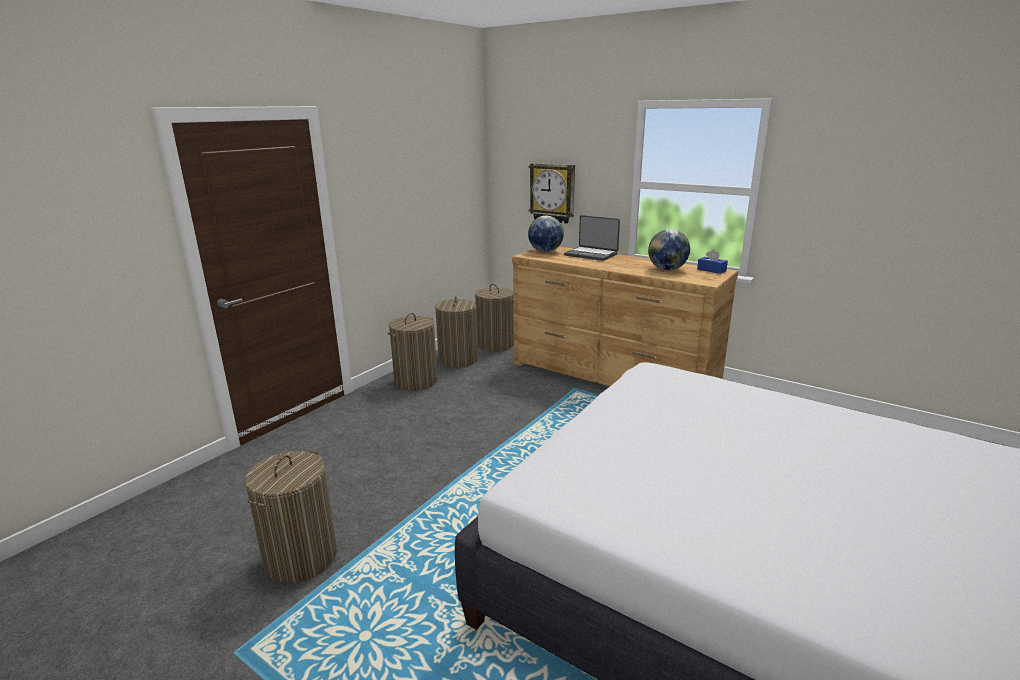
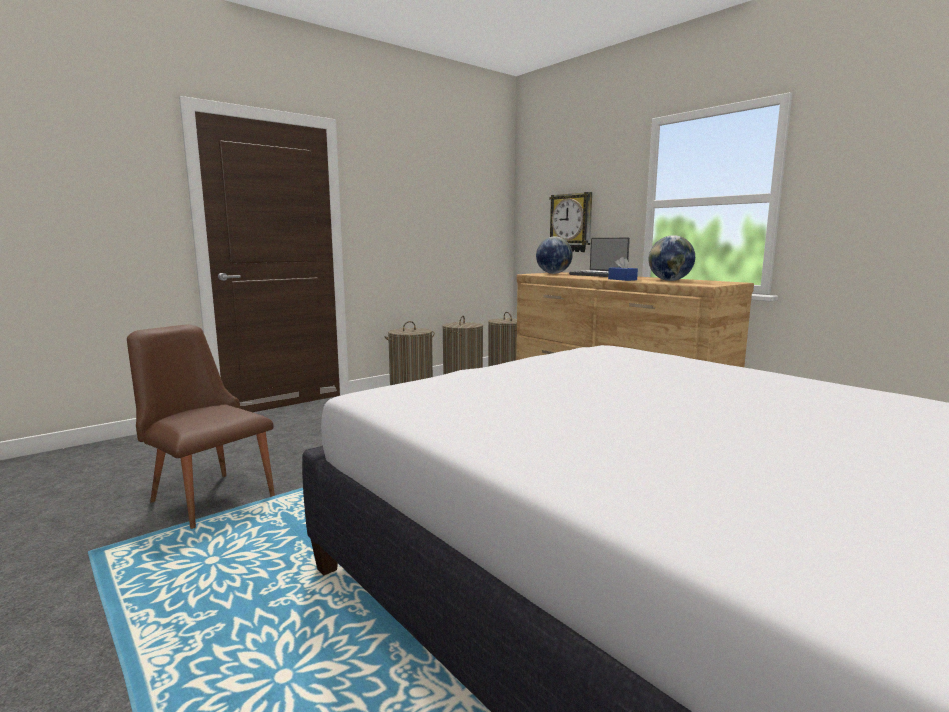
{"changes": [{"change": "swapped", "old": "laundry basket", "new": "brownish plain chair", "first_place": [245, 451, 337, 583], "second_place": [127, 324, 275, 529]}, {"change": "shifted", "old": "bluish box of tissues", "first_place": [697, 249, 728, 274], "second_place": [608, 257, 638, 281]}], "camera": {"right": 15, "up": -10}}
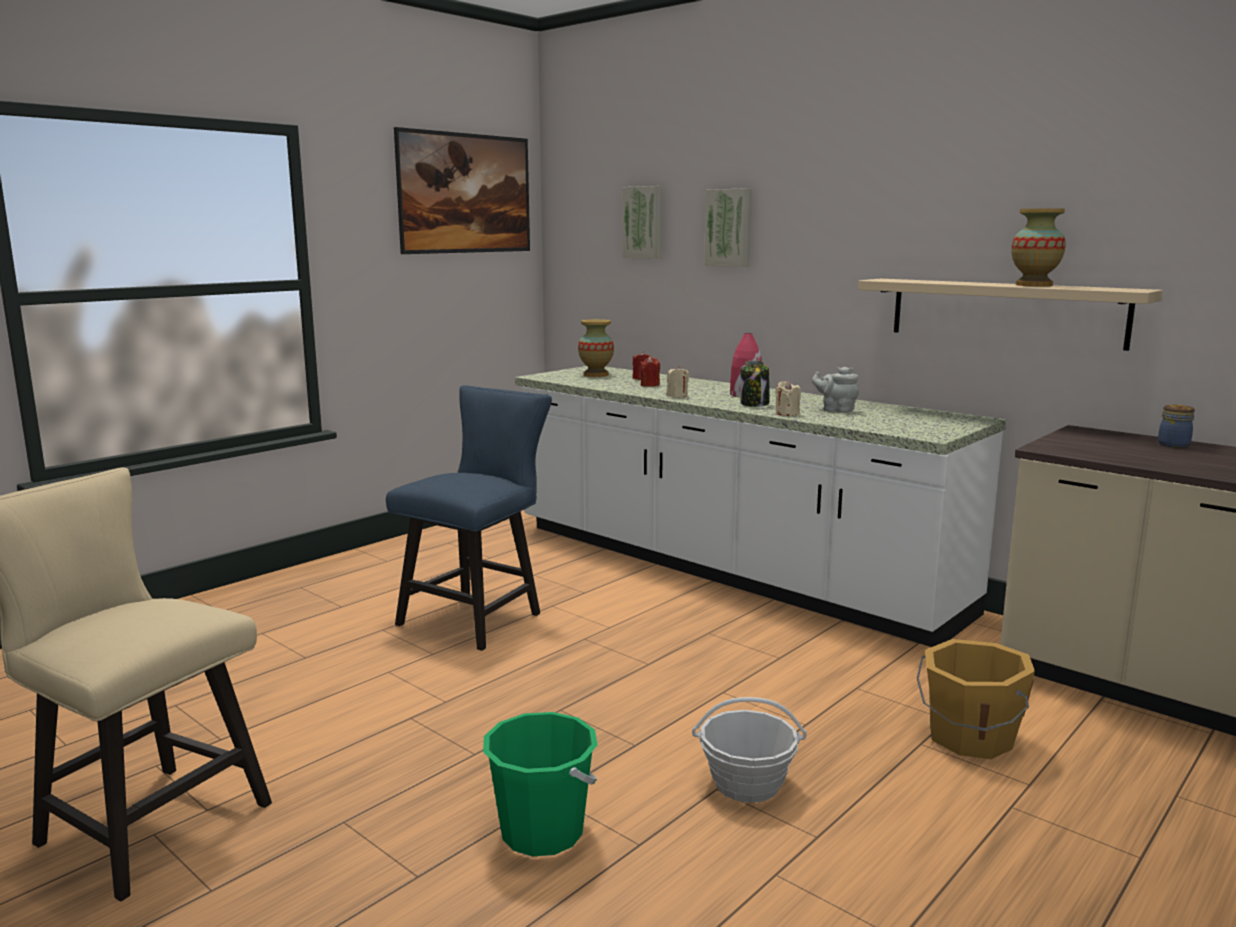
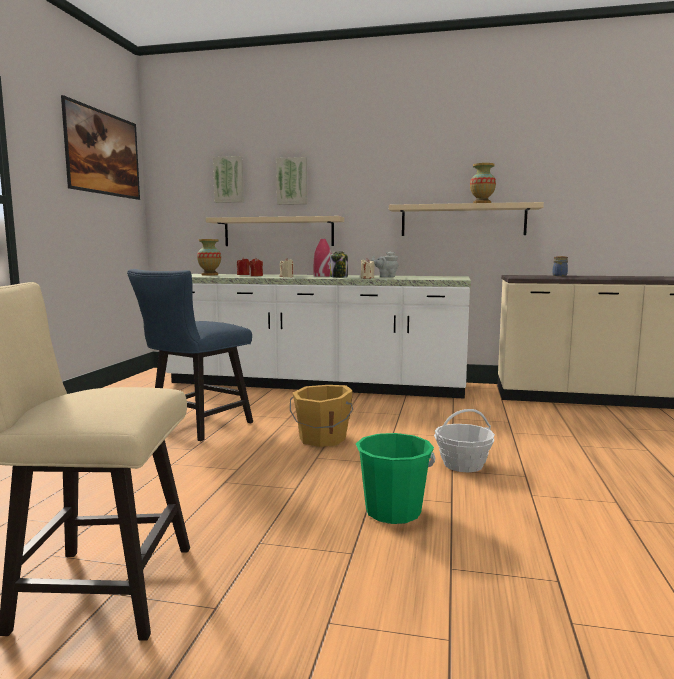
{"changes": [{"change": "rotated", "old": "bluish plain chair", "first_place": [386, 385, 552, 651], "second_place": [127, 269, 253, 441], "degrees": -150}, {"change": "new", "new": "beige-coloured wall shelf", "second_place": [206, 216, 344, 246]}, {"change": "shifted", "old": "orange bucket", "first_place": [917, 639, 1035, 759], "second_place": [290, 385, 353, 447]}], "camera": {"right": -30, "up": -5}}
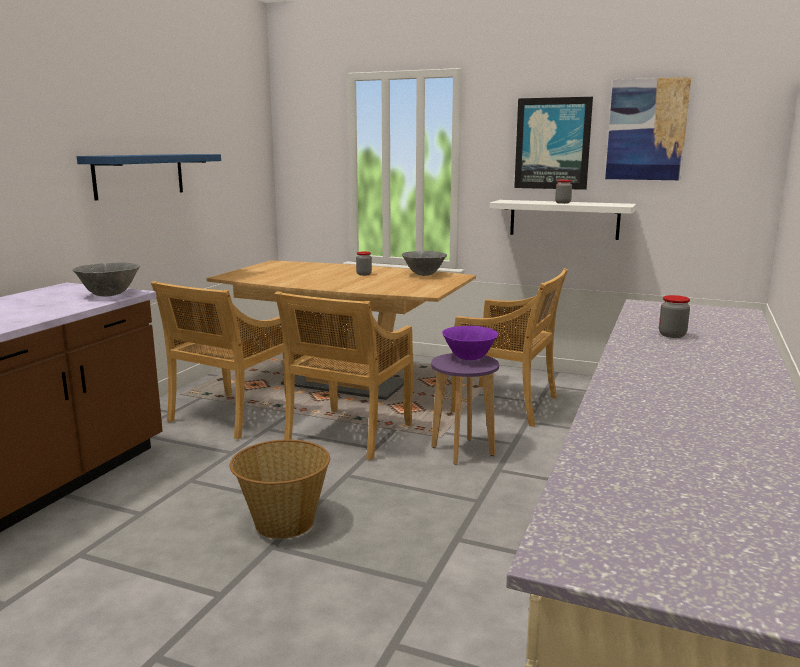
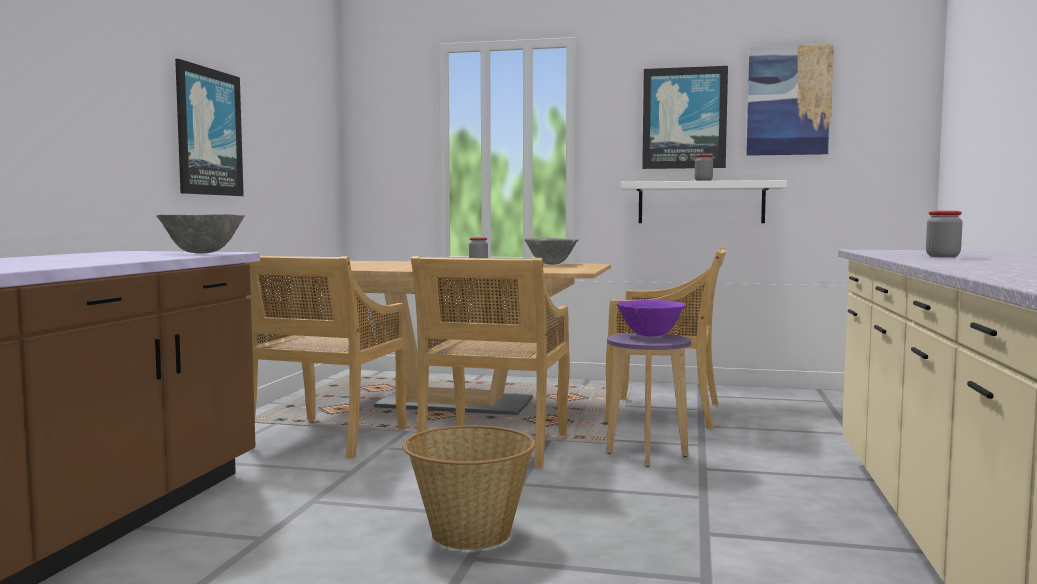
{"changes": [{"change": "swapped", "old": "bluish wall shelf", "new": "picture", "first_place": [77, 154, 221, 200], "second_place": [175, 59, 244, 196]}], "camera": {"right": -10, "up": -10}}
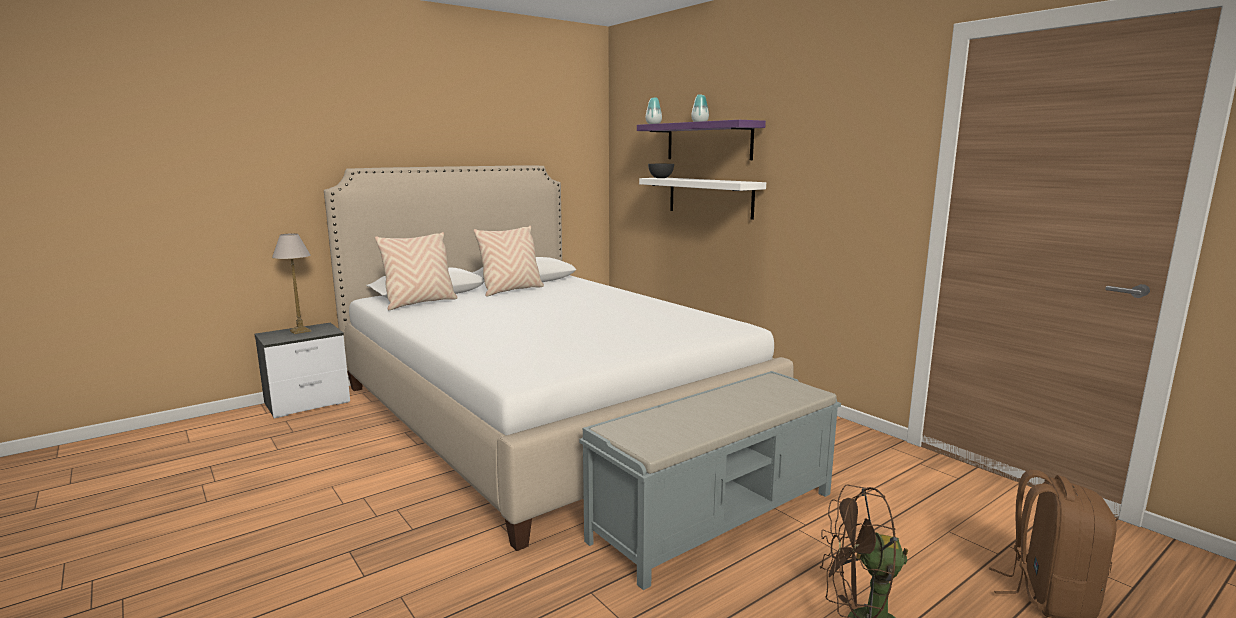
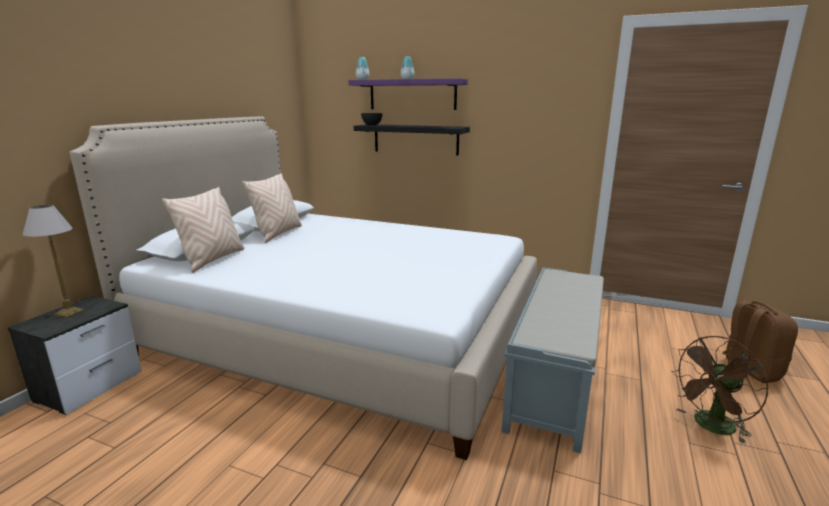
{"changes": [{"change": "repainted", "old": "white-coloured wall shelf", "new": "black wall shelf", "first_place": [639, 178, 766, 220], "second_place": [354, 124, 470, 156]}], "camera": {"right": -30, "up": 5}}
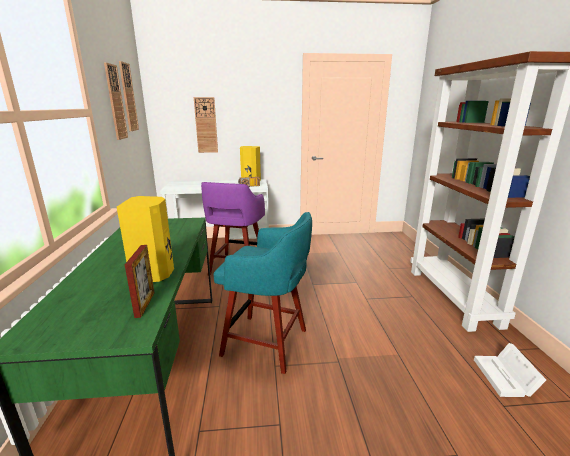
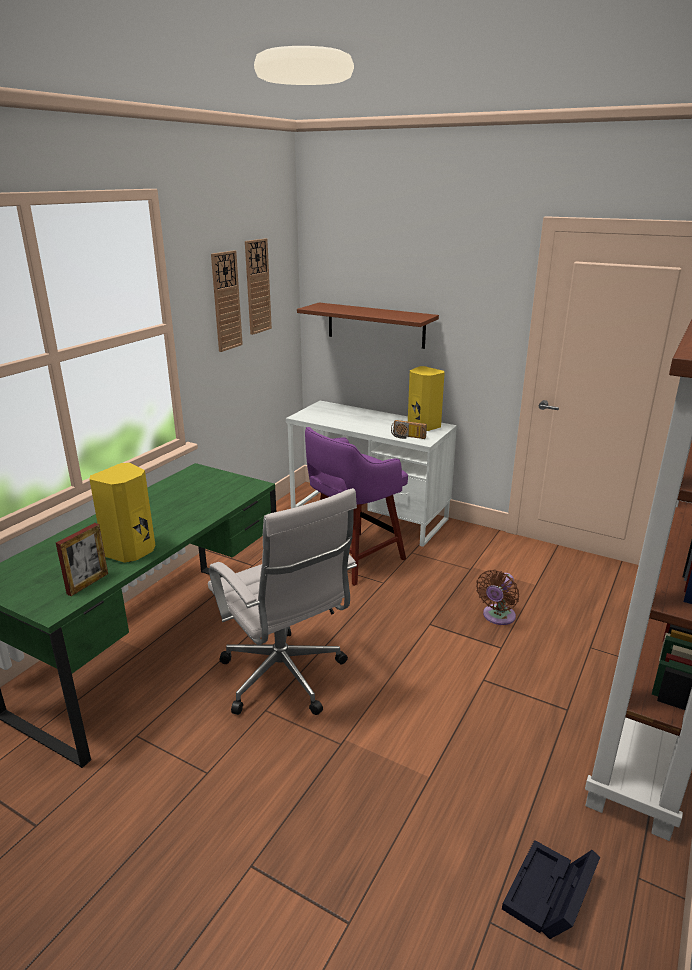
{"changes": [{"change": "swapped", "old": "blue-green sitting stool", "new": "white-coloured desk chair", "first_place": [213, 212, 312, 374], "second_place": [208, 488, 357, 715]}, {"change": "swapped", "old": "clock on the wall", "new": "brownish wall shelf", "first_place": [194, 97, 218, 153], "second_place": [297, 303, 439, 349]}, {"change": "new", "new": "brownish electric fan", "second_place": [476, 570, 519, 625]}, {"change": "repainted", "old": "white-coloured storage container", "new": "black storage container", "first_place": [474, 343, 546, 397], "second_place": [502, 840, 600, 939]}], "camera": {"right": 35, "up": 5}}
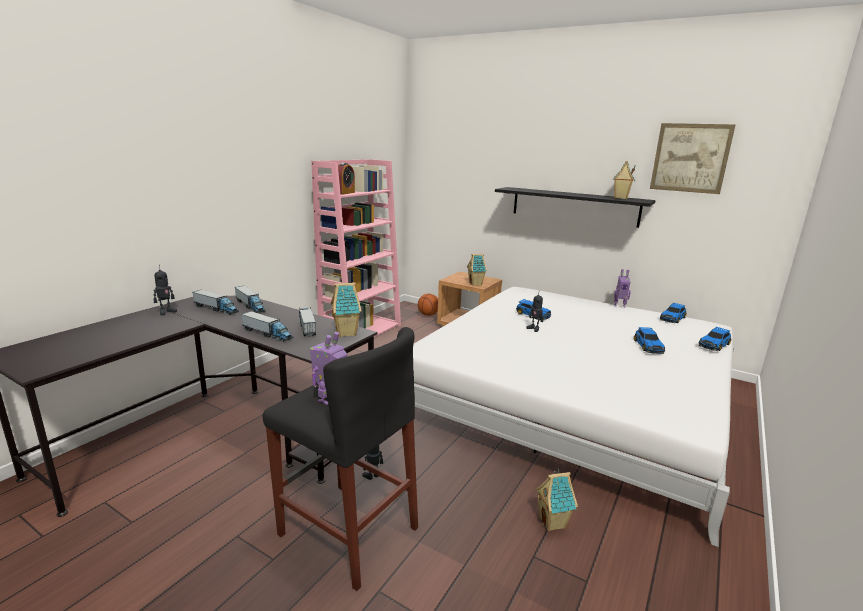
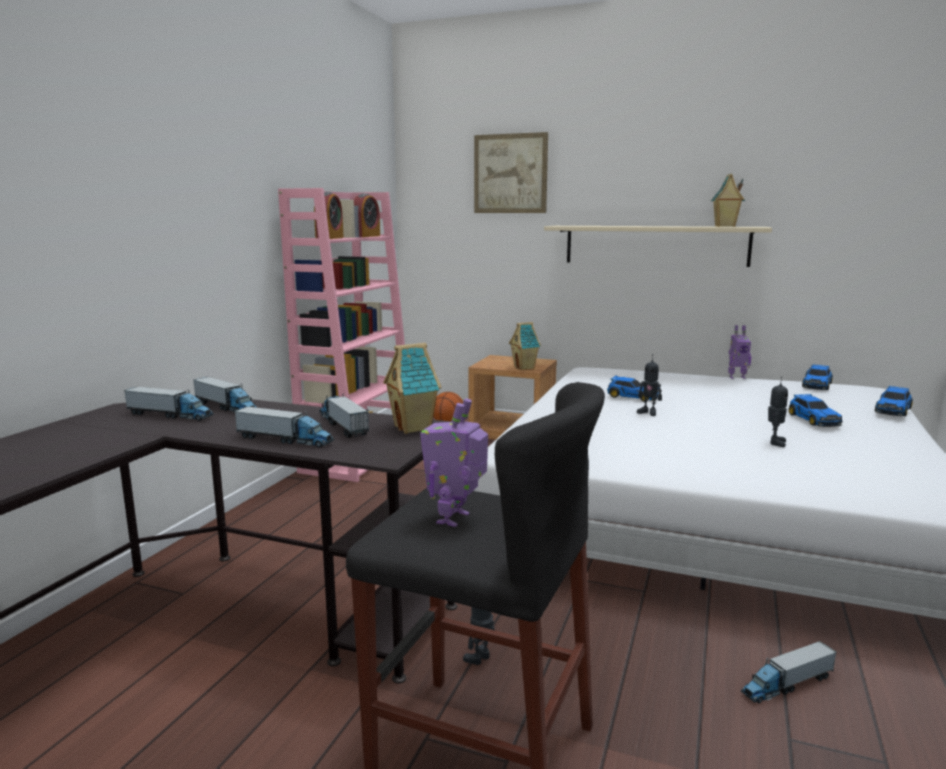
{"changes": [{"change": "new", "new": "alarm clock", "second_place": [354, 193, 380, 237]}, {"change": "shifted", "old": "picture", "first_place": [650, 123, 736, 194], "second_place": [474, 132, 548, 213]}, {"change": "repainted", "old": "black wall shelf", "new": "beige-coloured wall shelf", "first_place": [495, 187, 656, 228], "second_place": [544, 226, 772, 267]}, {"change": "swapped", "old": "miniature house", "new": "toy truck", "first_place": [535, 468, 578, 531], "second_place": [741, 641, 836, 703]}, {"change": "shifted", "old": "model robot", "first_place": [153, 266, 177, 315], "second_place": [768, 377, 788, 447]}], "camera": {"right": -10, "up": -5}}
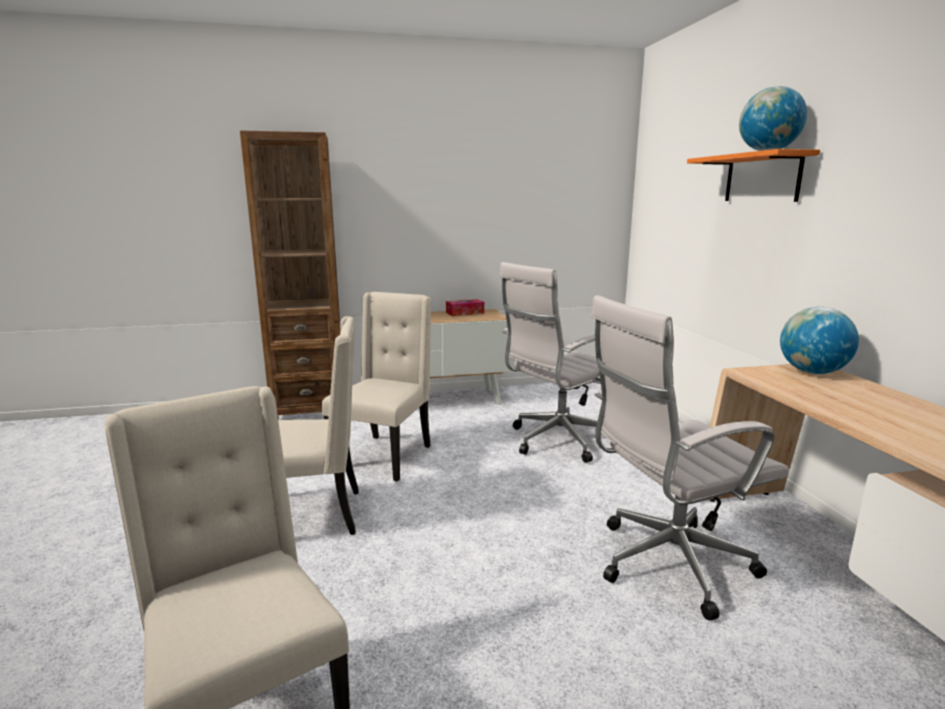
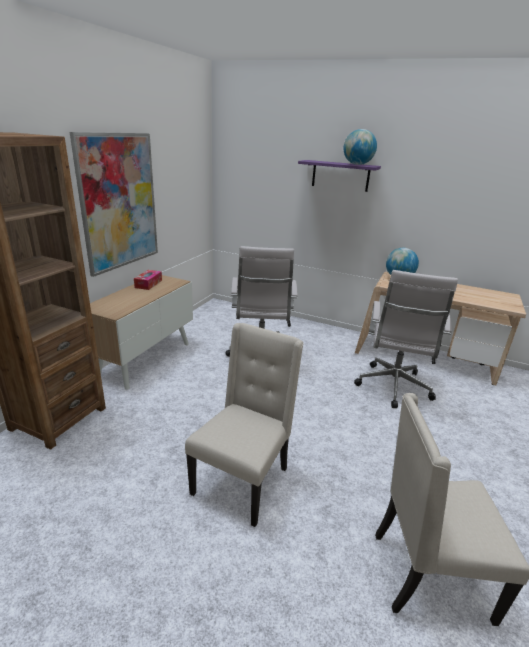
{"changes": [{"change": "new", "new": "picture", "second_place": [70, 132, 158, 277]}, {"change": "repainted", "old": "orange wall shelf", "new": "purple wall shelf", "first_place": [687, 149, 820, 202], "second_place": [298, 160, 381, 192]}, {"change": "gone", "old": "beige-coloured plain chair", "first_place": [322, 292, 431, 482]}], "camera": {"right": -55, "up": 10}}
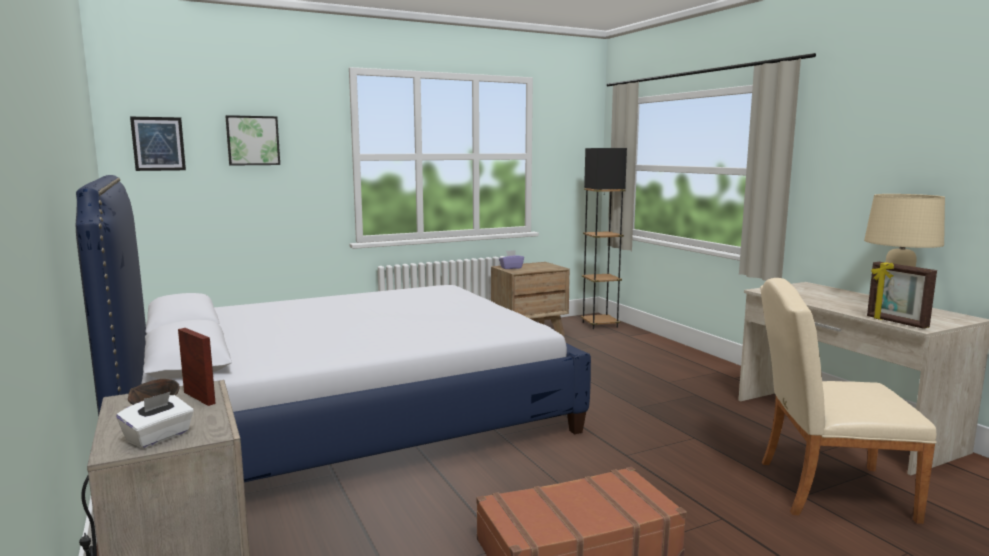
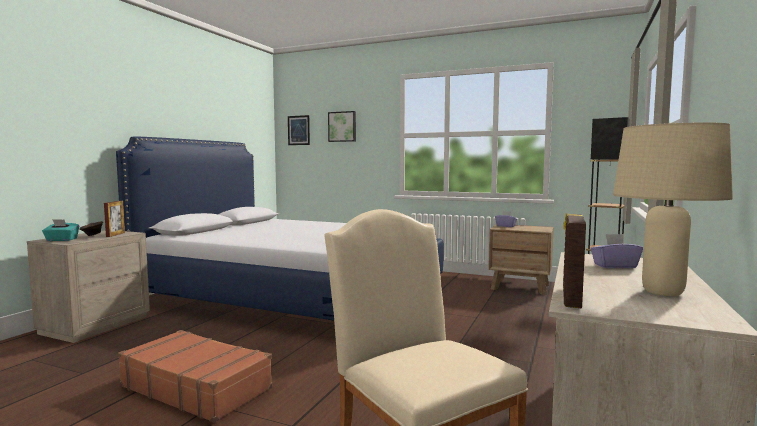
{"changes": [{"change": "repainted", "old": "white-coloured box of tissues", "new": "blue-green box of tissues", "first_place": [117, 391, 194, 448], "second_place": [42, 219, 79, 241]}, {"change": "new", "new": "purple box of tissues", "second_place": [591, 234, 643, 268]}], "camera": {"right": 50, "up": -5}}
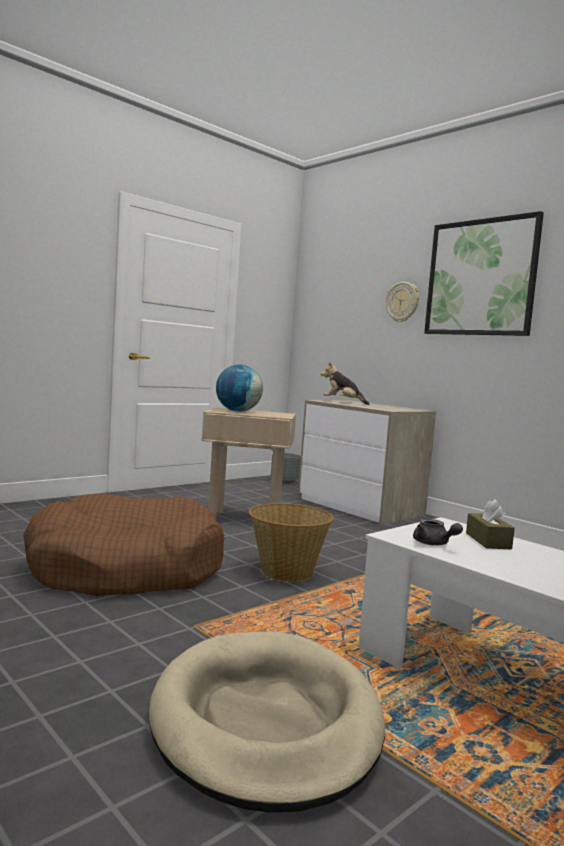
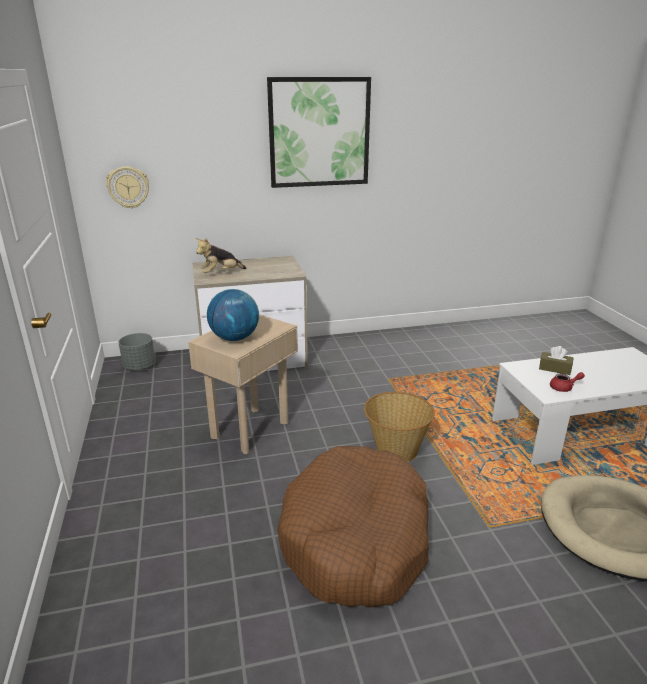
{"changes": [{"change": "shifted", "old": "clock on the wall", "first_place": [386, 282, 419, 322], "second_place": [106, 166, 149, 209]}, {"change": "repainted", "old": "greyish teapot", "new": "reddish teapot", "first_place": [413, 519, 463, 546], "second_place": [550, 372, 585, 392]}], "camera": {"right": -60, "up": 20}}
